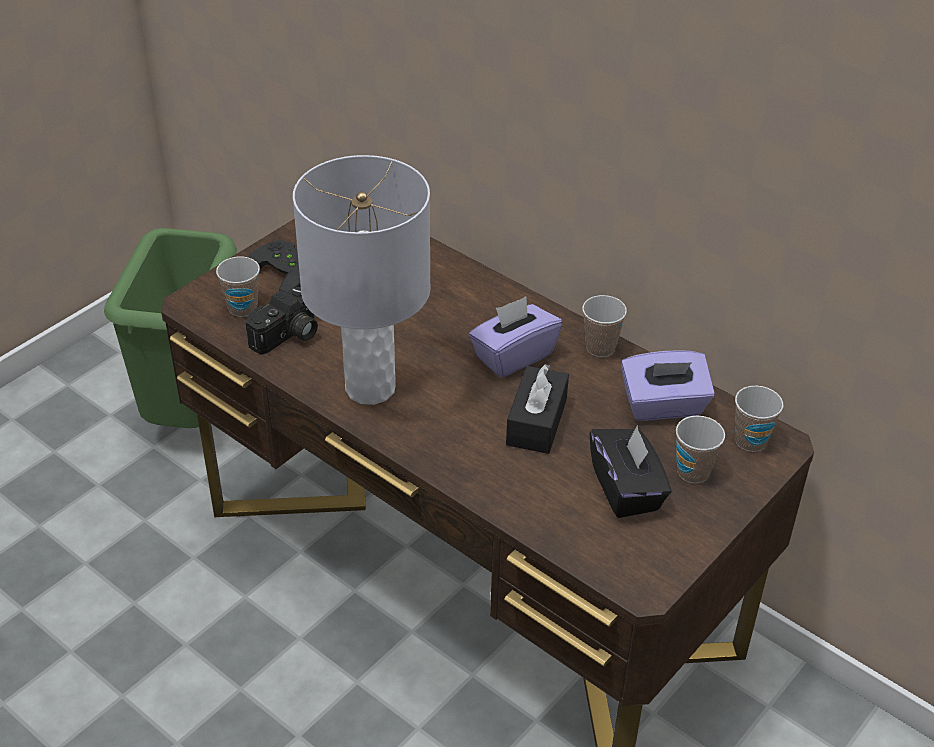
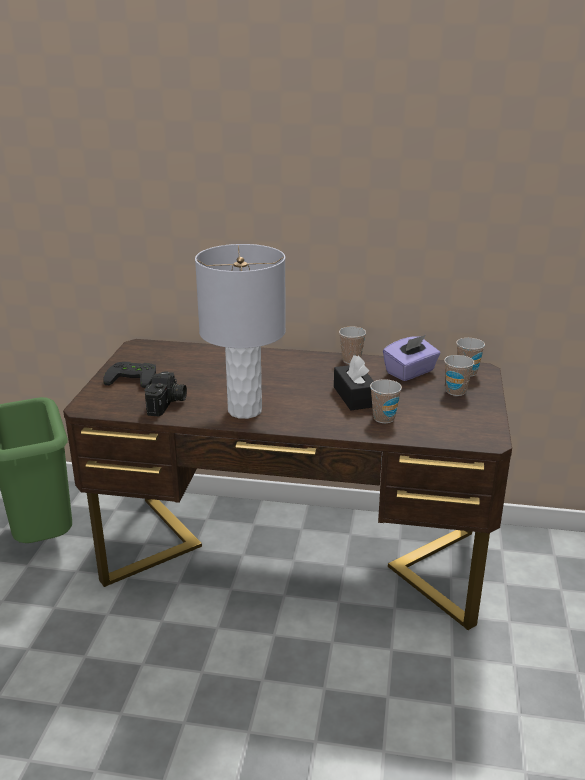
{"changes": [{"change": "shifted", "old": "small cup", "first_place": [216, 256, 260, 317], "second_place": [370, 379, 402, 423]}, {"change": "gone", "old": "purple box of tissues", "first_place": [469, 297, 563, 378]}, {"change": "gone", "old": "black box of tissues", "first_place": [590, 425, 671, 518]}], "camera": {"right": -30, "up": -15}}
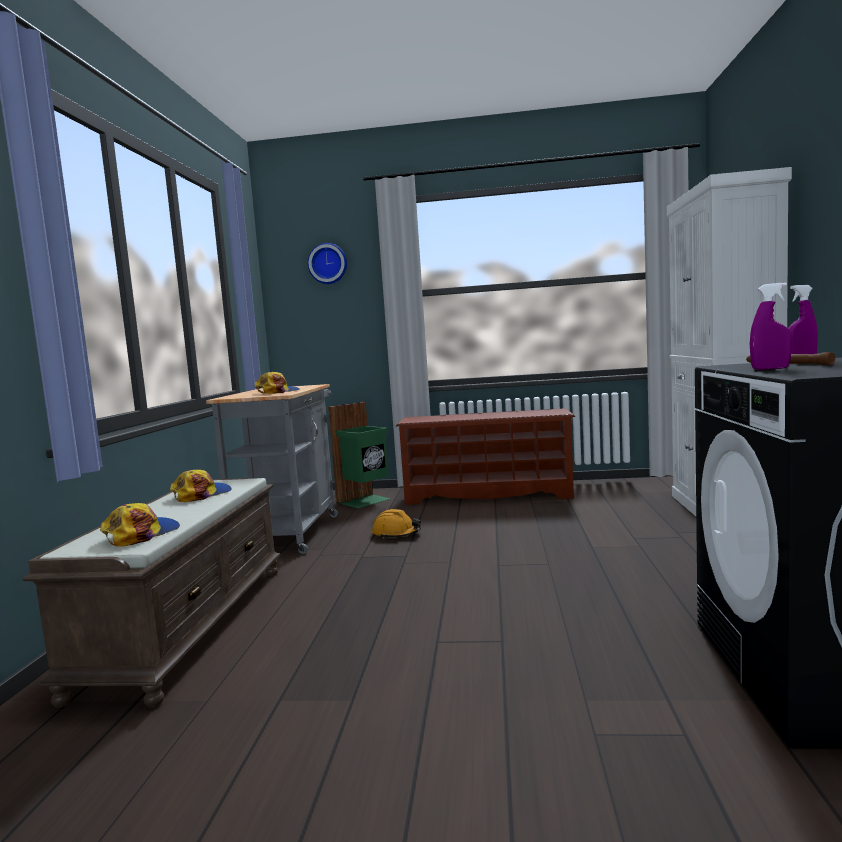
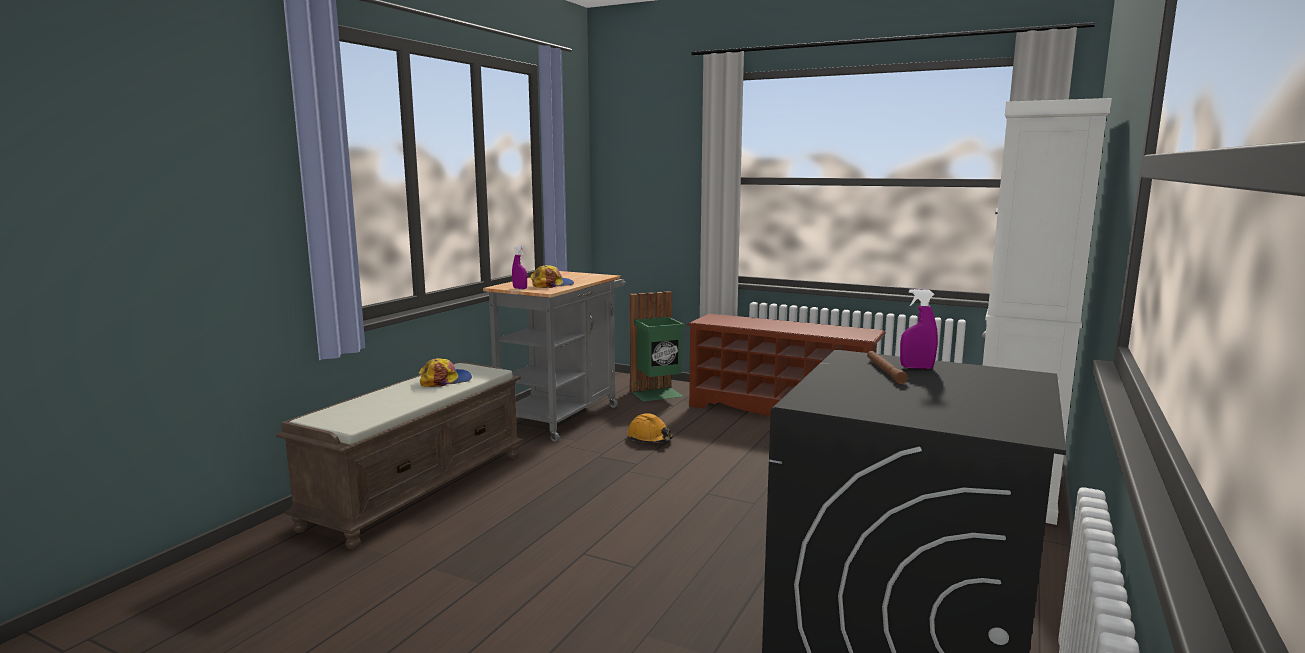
{"changes": [{"change": "shifted", "old": "purple sprayer", "first_place": [750, 282, 792, 370], "second_place": [512, 246, 527, 289]}, {"change": "gone", "old": "peaked cap", "first_place": [100, 503, 180, 547]}, {"change": "gone", "old": "clock on the wall", "first_place": [308, 243, 347, 284]}], "camera": {"right": 20, "up": 5}}
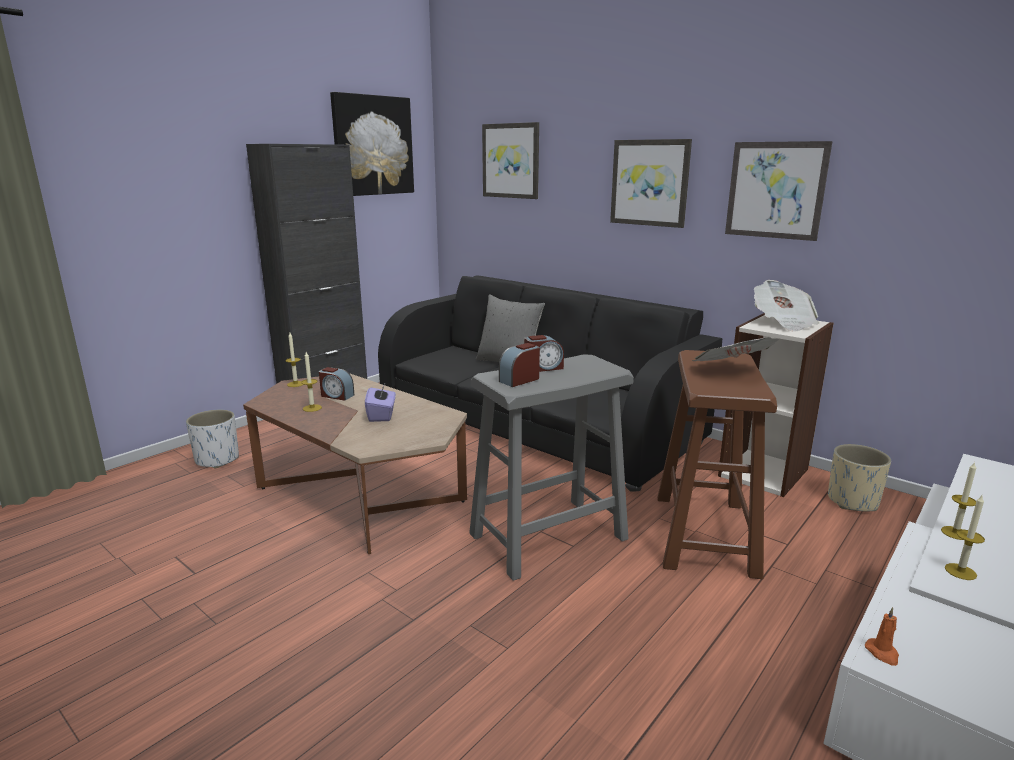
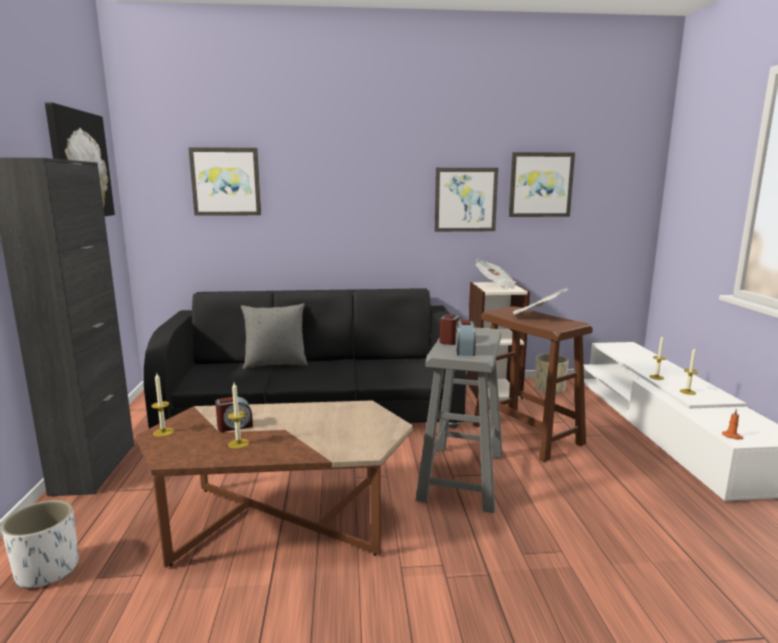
{"changes": [{"change": "shifted", "old": "picture", "first_place": [610, 139, 692, 228], "second_place": [509, 152, 575, 217]}, {"change": "gone", "old": "purple box of tissues", "first_place": [365, 382, 396, 422]}], "camera": {"right": -45, "up": -5}}
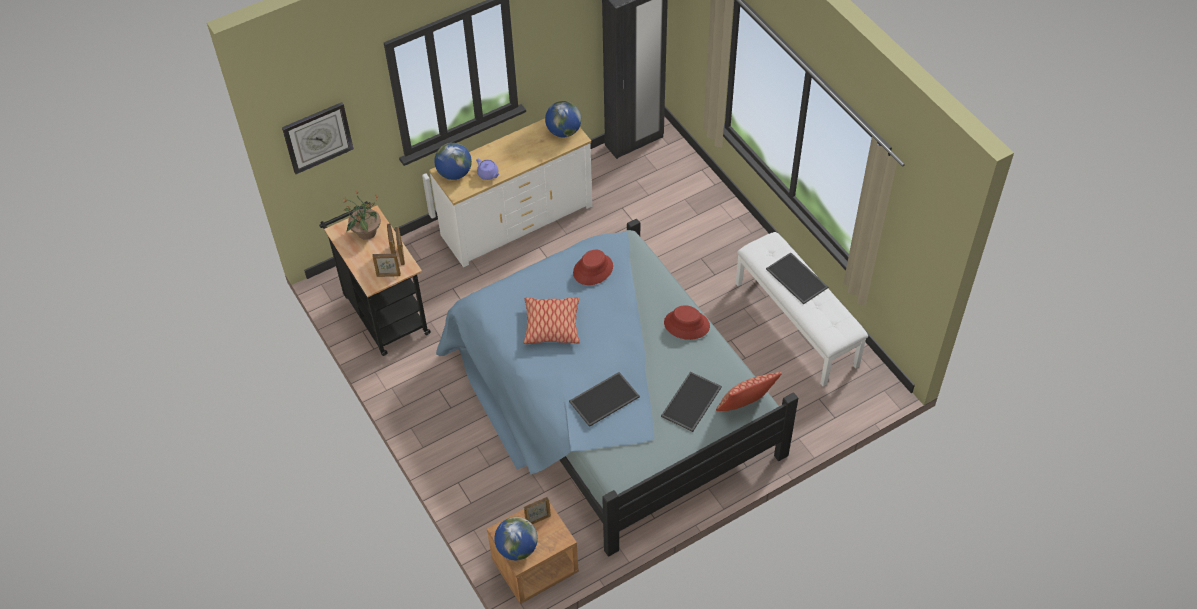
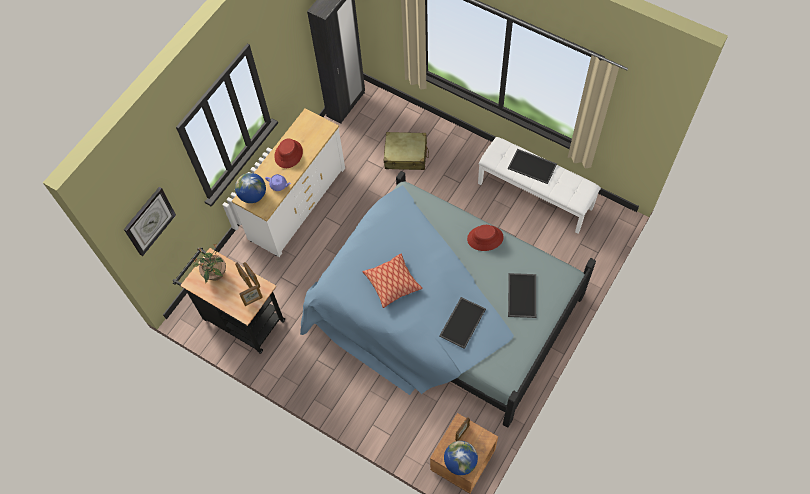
{"changes": [{"change": "shifted", "old": "reddish wearable hat", "first_place": [573, 250, 613, 285], "second_place": [274, 138, 303, 168]}, {"change": "new", "new": "beige-coloured suitcase", "second_place": [384, 132, 429, 170]}, {"change": "gone", "old": "world globe", "first_place": [545, 101, 581, 137]}, {"change": "gone", "old": "pillow", "first_place": [716, 372, 782, 411]}], "camera": {"right": -25, "up": 10}}
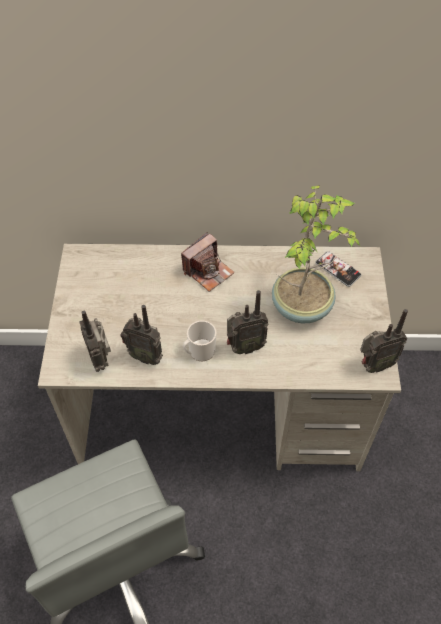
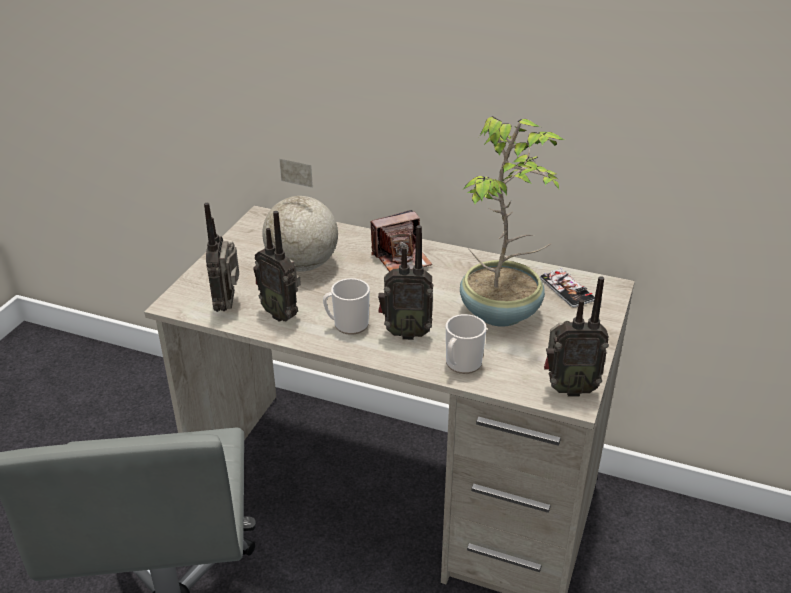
{"changes": [{"change": "new", "new": "world globe", "second_place": [262, 159, 338, 272]}, {"change": "new", "new": "tea mug", "second_place": [446, 314, 487, 374]}], "camera": {"right": 20, "up": -20}}
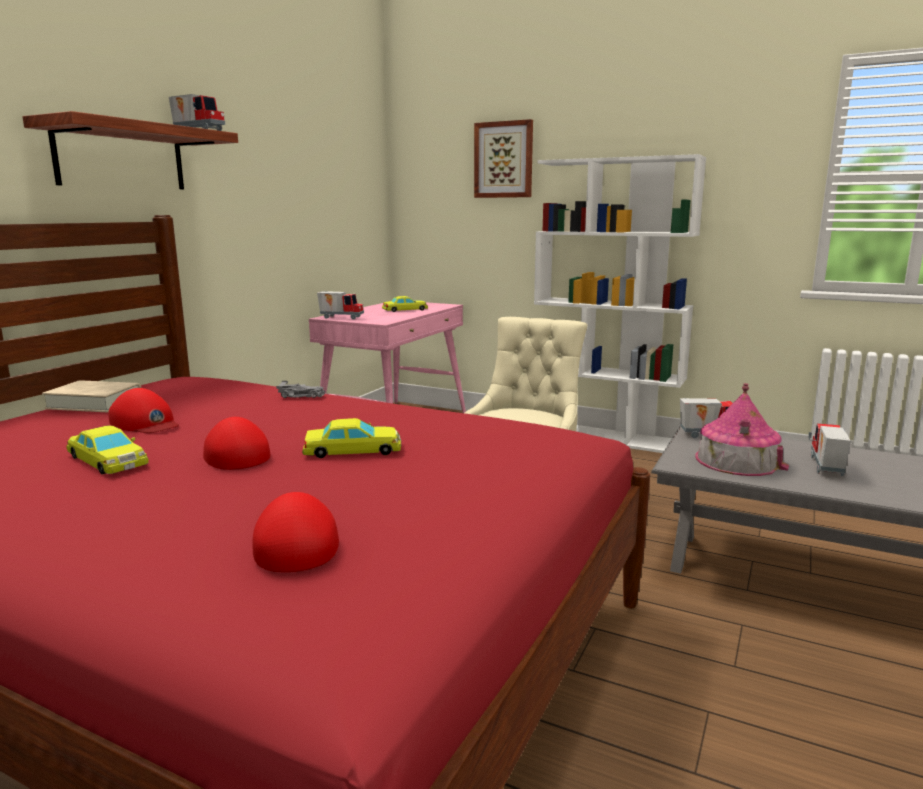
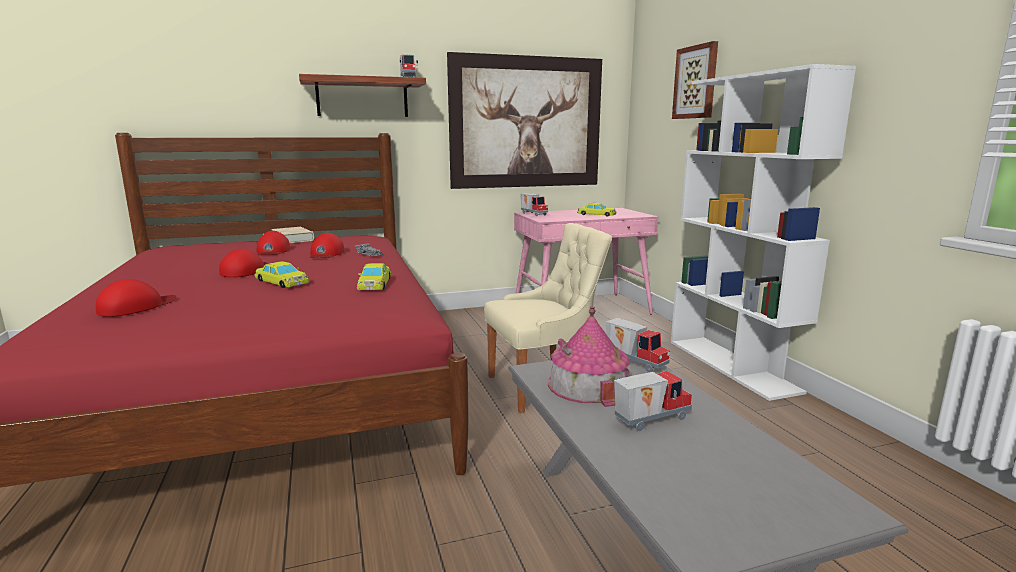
{"changes": [{"change": "new", "new": "reddish peaked cap", "second_place": [310, 233, 344, 258]}, {"change": "shifted", "old": "yellow-coloured model car", "first_place": [66, 426, 149, 474], "second_place": [357, 263, 391, 290]}, {"change": "new", "new": "picture", "second_place": [447, 52, 602, 189]}], "camera": {"right": 45, "up": 0}}
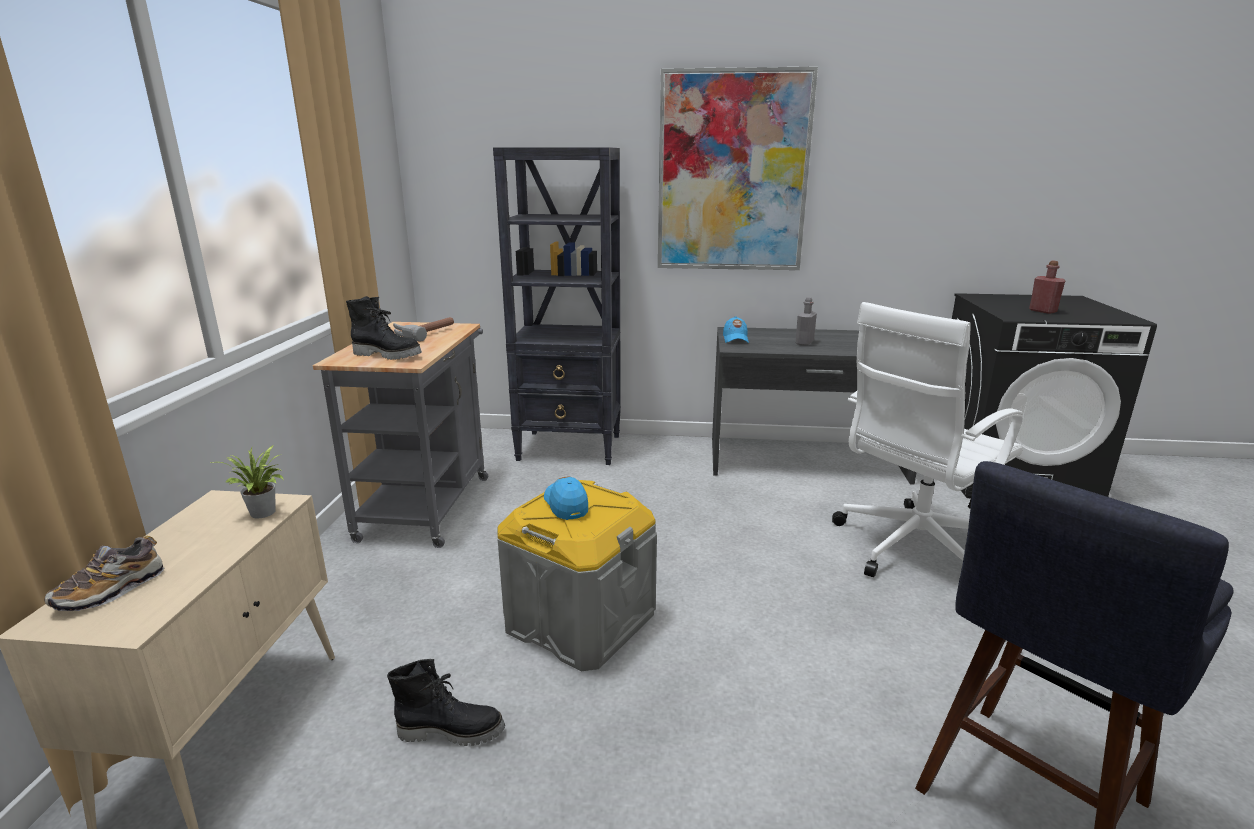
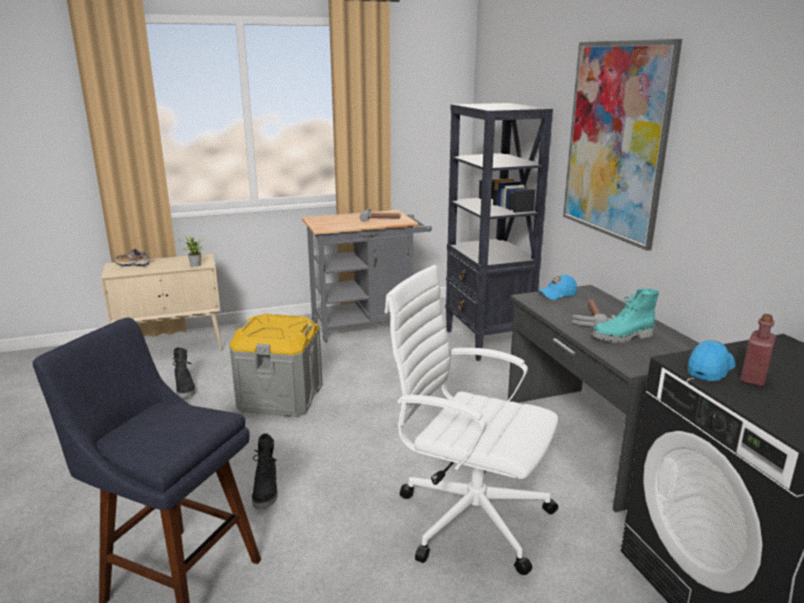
{"changes": [{"change": "shifted", "old": "black boot", "first_place": [346, 296, 422, 360], "second_place": [252, 433, 278, 509]}, {"change": "swapped", "old": "greyish bottle", "new": "hammer", "first_place": [795, 297, 817, 346], "second_place": [572, 300, 616, 327]}, {"change": "new", "new": "blue-green boot", "second_place": [592, 289, 659, 343]}, {"change": "shifted", "old": "bluish peaked cap", "first_place": [544, 477, 588, 520], "second_place": [687, 340, 736, 381]}], "camera": {"right": 65, "up": 0}}
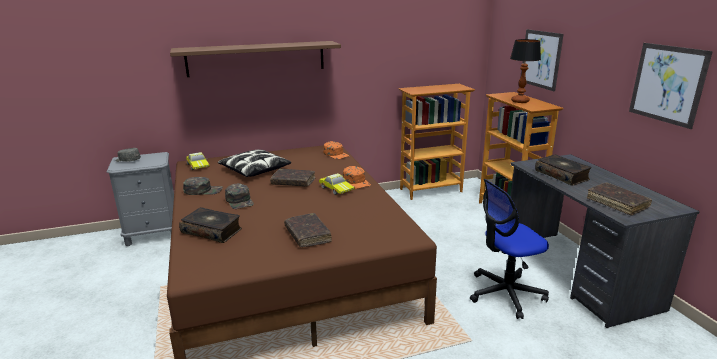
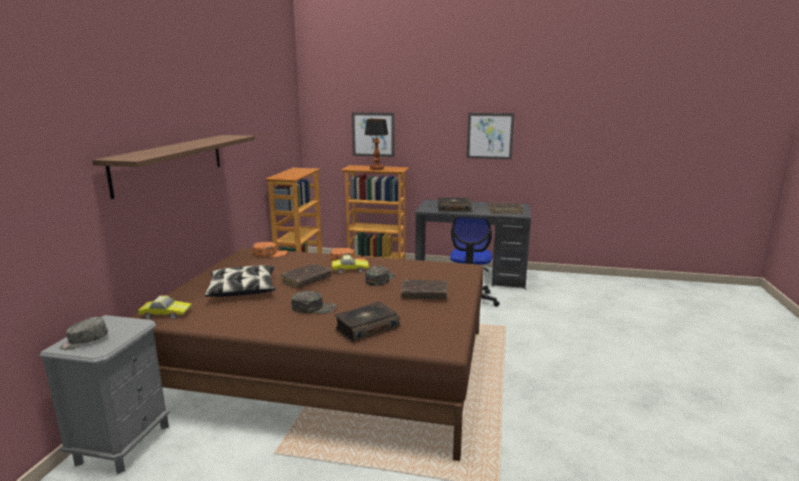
{"changes": [{"change": "shifted", "old": "green-coloured peaked cap", "first_place": [183, 177, 223, 195], "second_place": [365, 266, 395, 286]}], "camera": {"right": -60, "up": -5}}
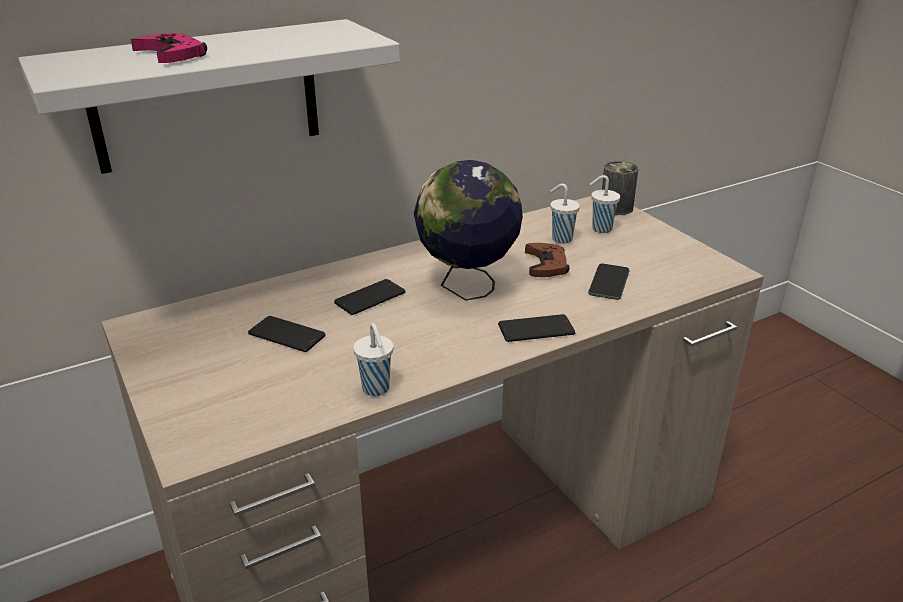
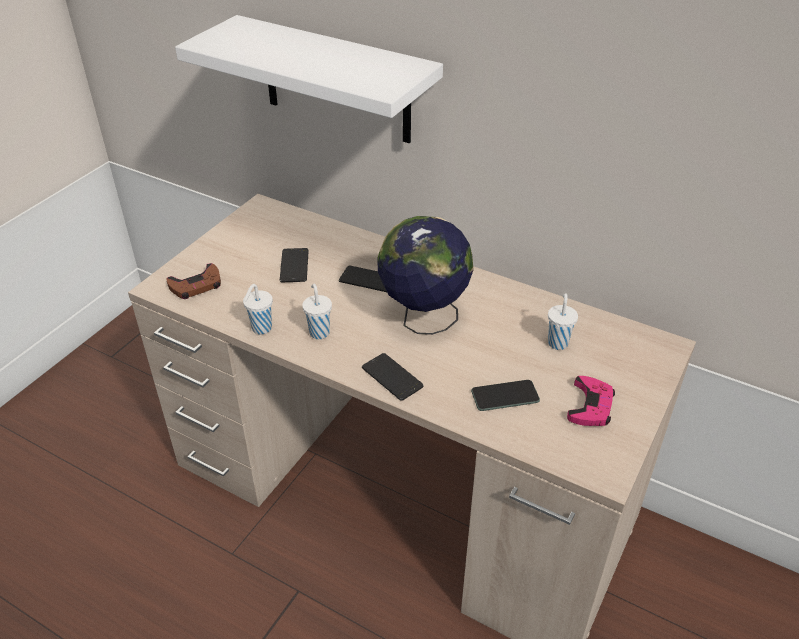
{"changes": [{"change": "shifted", "old": "brownish game controller", "first_place": [525, 243, 570, 277], "second_place": [167, 263, 221, 299]}, {"change": "shifted", "old": "white-coloured small cup", "first_place": [589, 175, 620, 233], "second_place": [302, 284, 332, 339]}, {"change": "shifted", "old": "pink game controller", "first_place": [131, 33, 207, 63], "second_place": [567, 376, 615, 426]}, {"change": "gone", "old": "sealed can", "first_place": [602, 161, 638, 215]}], "camera": {"right": 60, "up": 10}}
